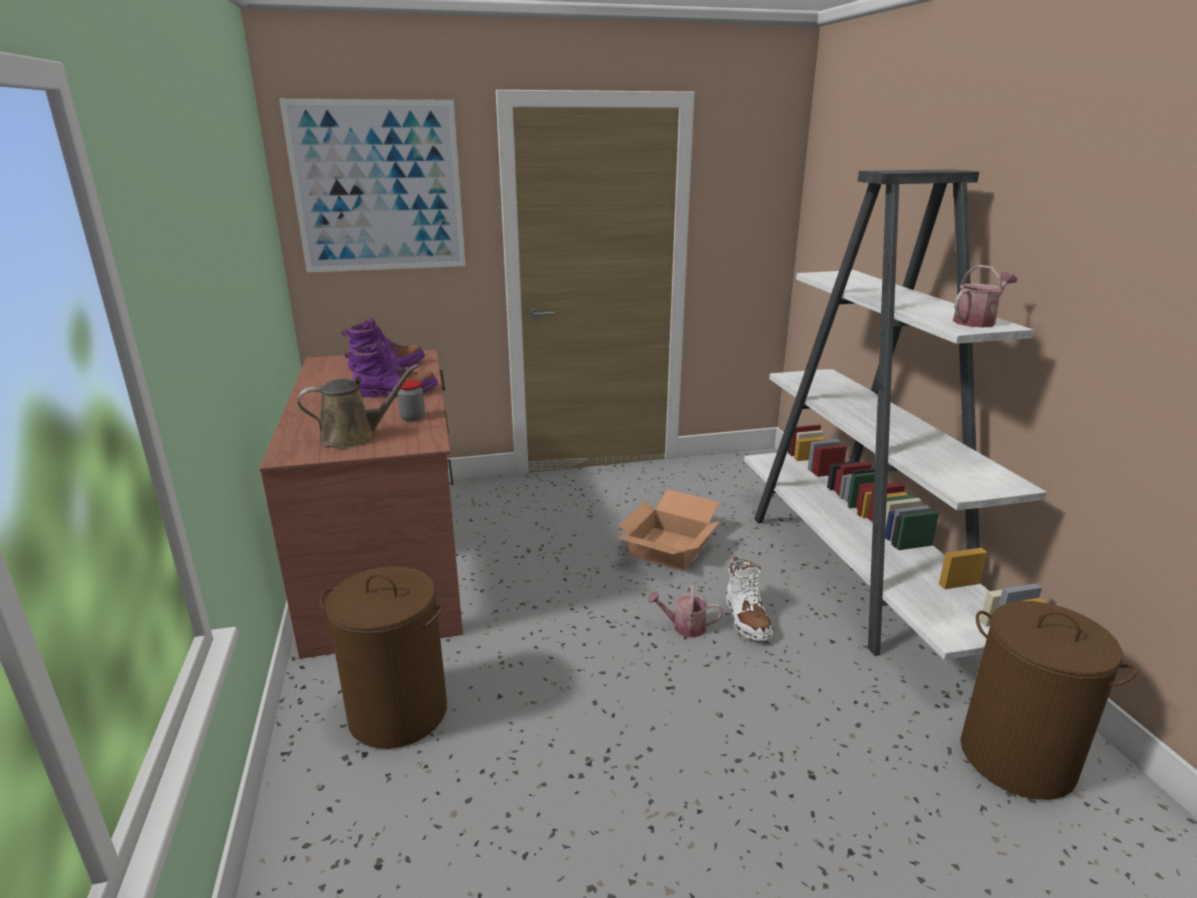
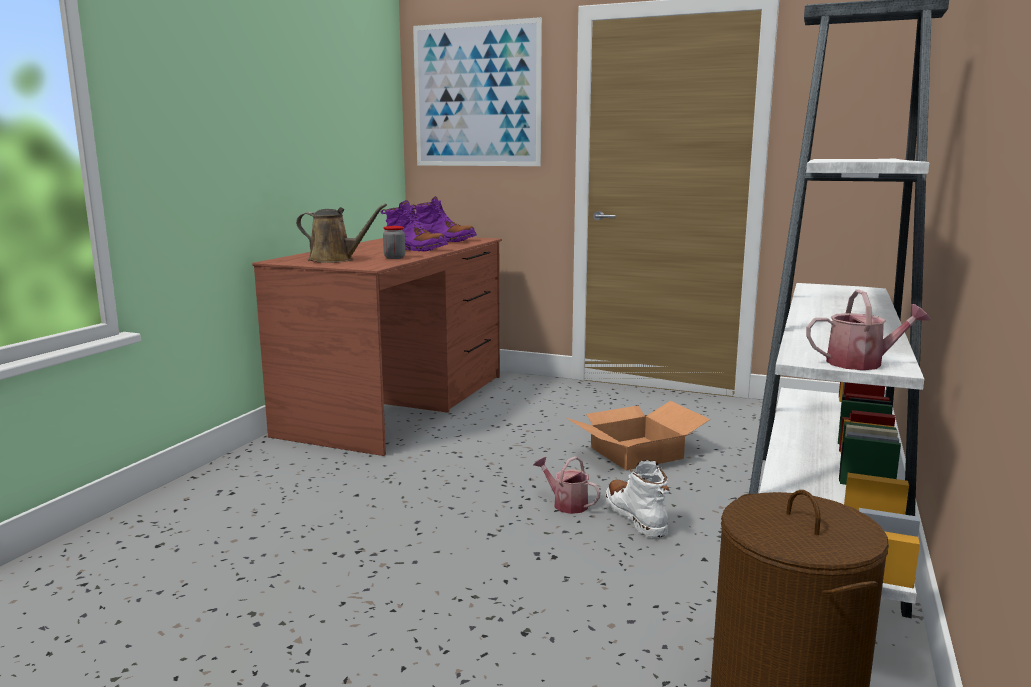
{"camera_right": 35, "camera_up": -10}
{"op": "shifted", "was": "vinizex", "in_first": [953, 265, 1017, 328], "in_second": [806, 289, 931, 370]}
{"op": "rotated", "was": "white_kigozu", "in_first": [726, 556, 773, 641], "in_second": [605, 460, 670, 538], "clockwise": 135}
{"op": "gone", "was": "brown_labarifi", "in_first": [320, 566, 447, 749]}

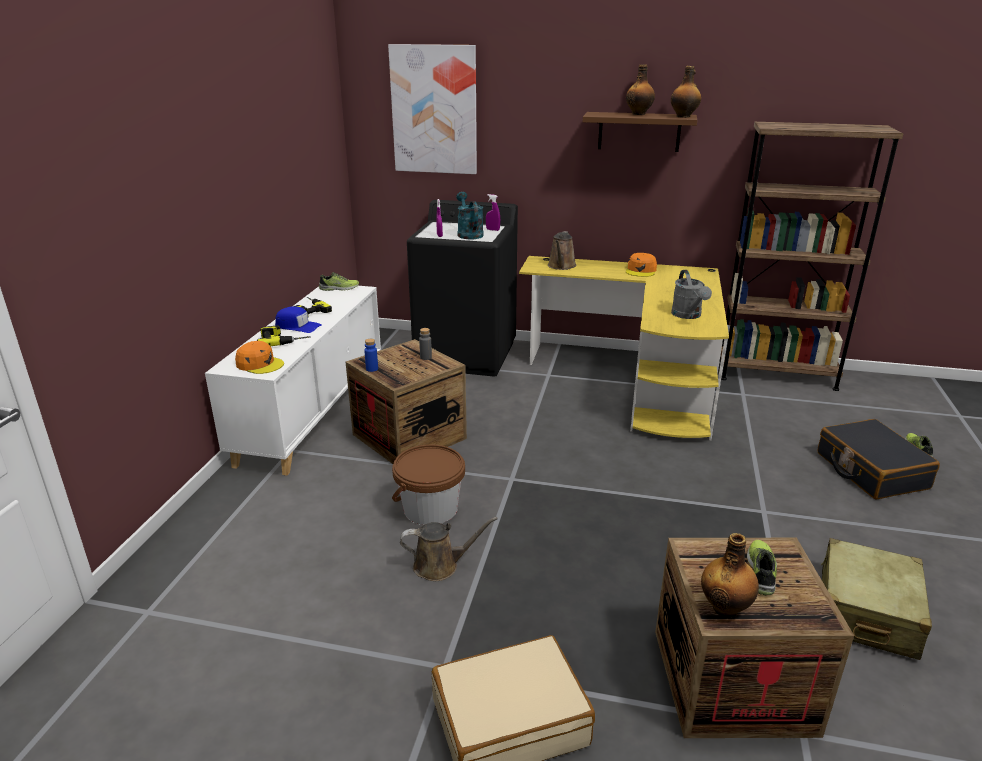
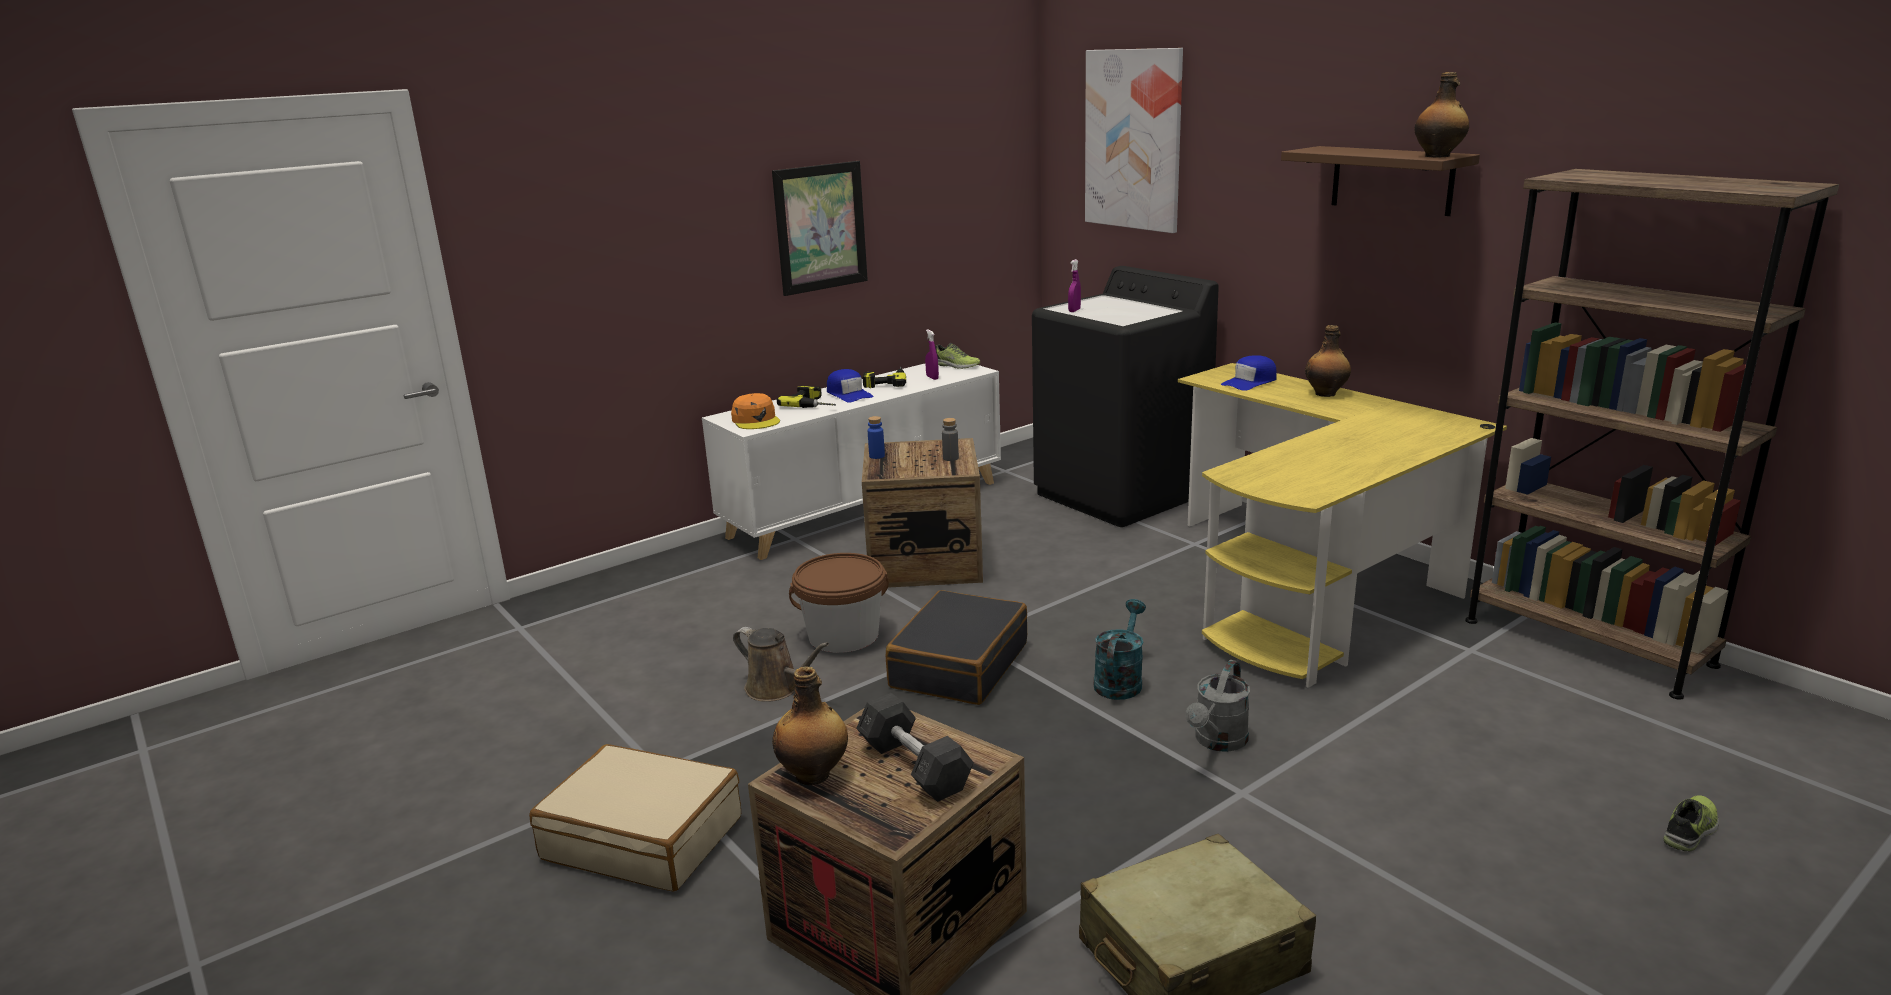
{"camera_right": 40, "camera_up": -5}
{"op": "shifted", "was": "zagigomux", "in_first": [626, 65, 655, 115], "in_second": [1305, 325, 1351, 397]}
{"op": "shifted", "was": "turquoise_vinizex", "in_first": [456, 192, 484, 239], "in_second": [1094, 599, 1146, 700]}
{"op": "shifted", "was": "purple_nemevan", "in_first": [486, 194, 500, 231], "in_second": [925, 329, 939, 380]}
{"op": "swapped", "was": "brown_vinizex", "now": "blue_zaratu", "in_first": [548, 231, 577, 270], "in_second": [1221, 355, 1277, 391]}
{"op": "gone", "was": "orange_zaratu", "in_first": [626, 253, 657, 277]}
{"op": "shifted", "was": "grey_vinizex", "in_first": [671, 270, 712, 319], "in_second": [1185, 660, 1250, 752]}
{"op": "shifted", "was": "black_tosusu", "in_first": [817, 419, 940, 499], "in_second": [886, 590, 1027, 705]}
{"op": "swapped", "was": "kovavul", "now": "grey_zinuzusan", "in_first": [747, 540, 777, 595], "in_second": [856, 693, 974, 802]}
{"op": "new", "now": "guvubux", "in_second": [772, 161, 868, 296]}

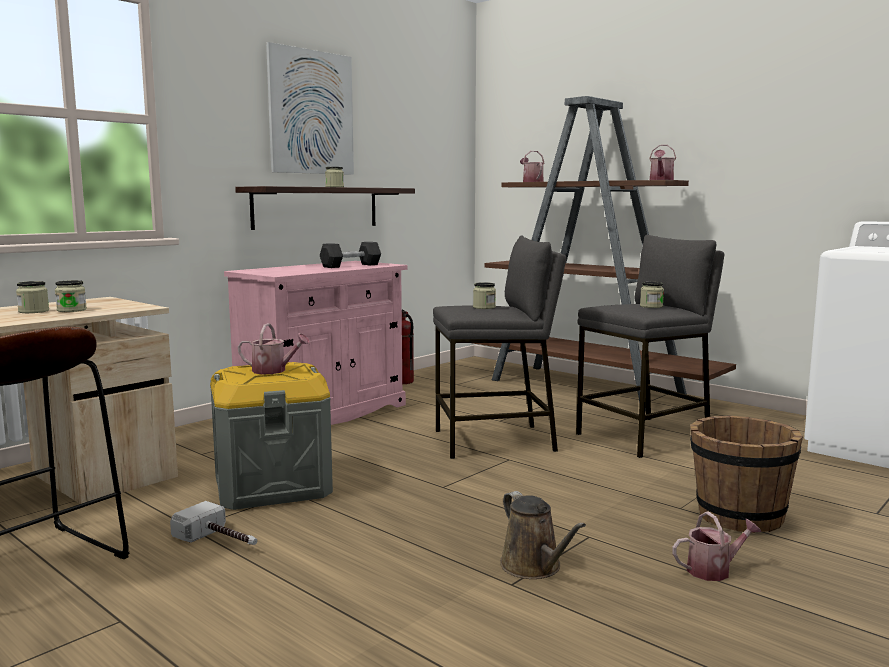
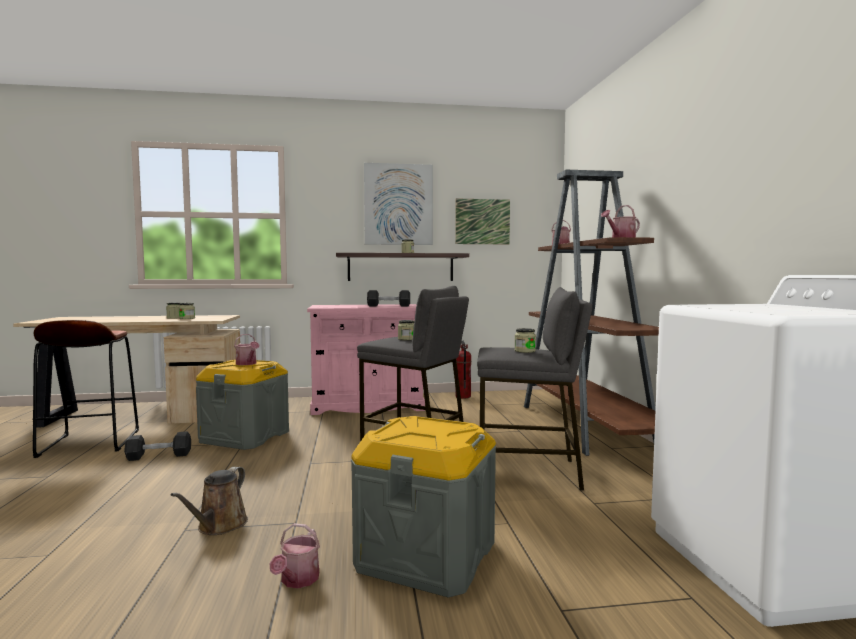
{"camera_right": 40, "camera_up": -5}
{"op": "swapped", "was": "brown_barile", "now": "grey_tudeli", "in_first": [690, 416, 803, 533], "in_second": [351, 416, 496, 598]}
{"op": "swapped", "was": "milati", "now": "black_zinuzusan", "in_first": [170, 501, 257, 545], "in_second": [124, 431, 191, 461]}
{"op": "rotated", "was": "vinizex", "in_first": [672, 511, 762, 581], "in_second": [269, 523, 320, 588], "clockwise": 75}
{"op": "new", "now": "guvubux", "in_second": [455, 199, 510, 245]}

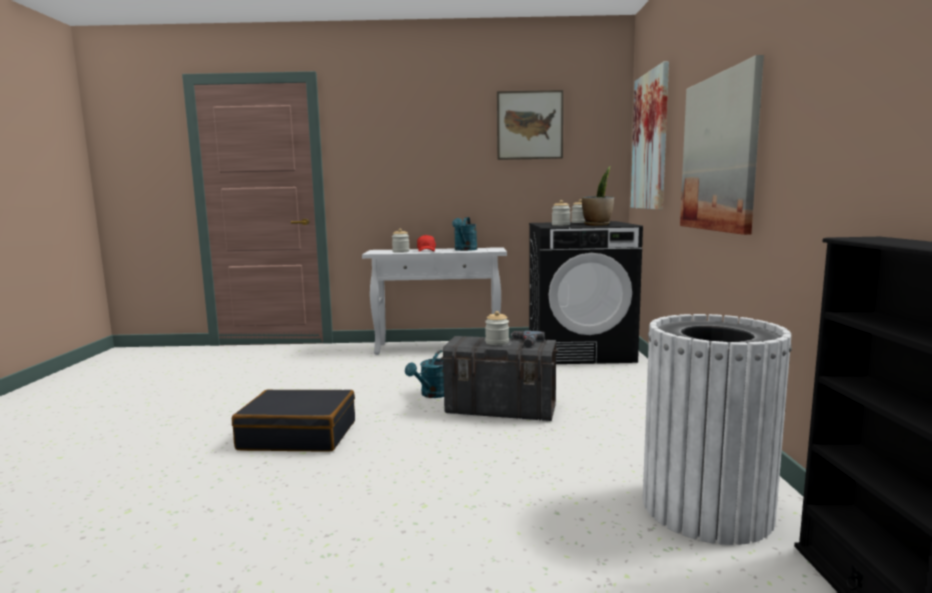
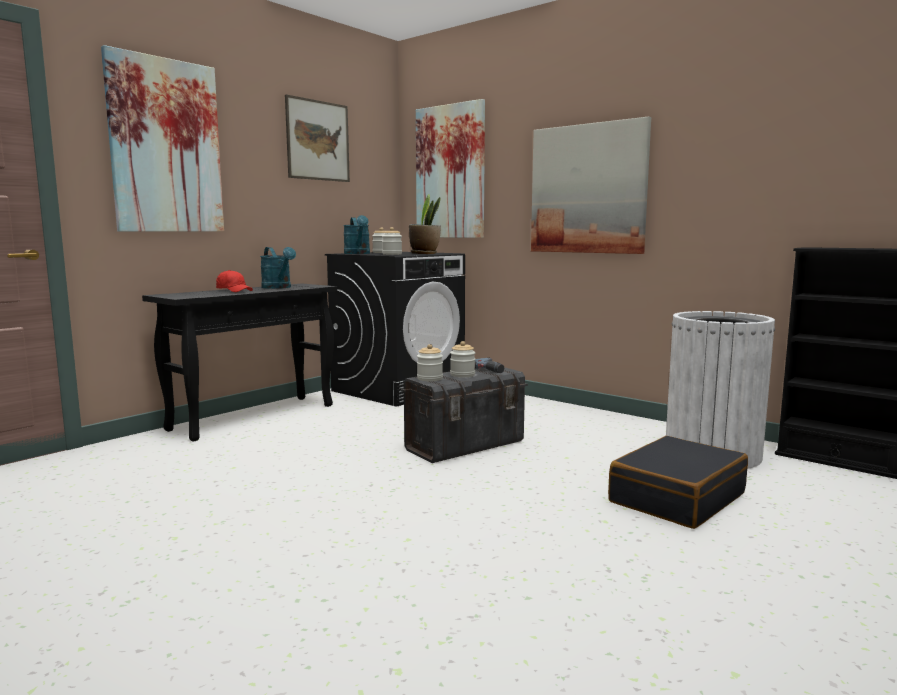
{"camera_right": -50, "camera_up": 0}
{"op": "shifted", "was": "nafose", "in_first": [392, 228, 410, 253], "in_second": [417, 344, 443, 381]}
{"op": "repainted", "was": "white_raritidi", "now": "black_raritidi", "in_first": [362, 247, 507, 355], "in_second": [142, 284, 337, 442]}
{"op": "shifted", "was": "turquoise_vinizex", "in_first": [405, 350, 444, 398], "in_second": [343, 215, 370, 254]}
{"op": "shifted", "was": "black_tosusu", "in_first": [232, 389, 355, 451], "in_second": [608, 436, 748, 529]}
{"op": "new", "now": "guvubux", "in_second": [101, 45, 224, 232]}

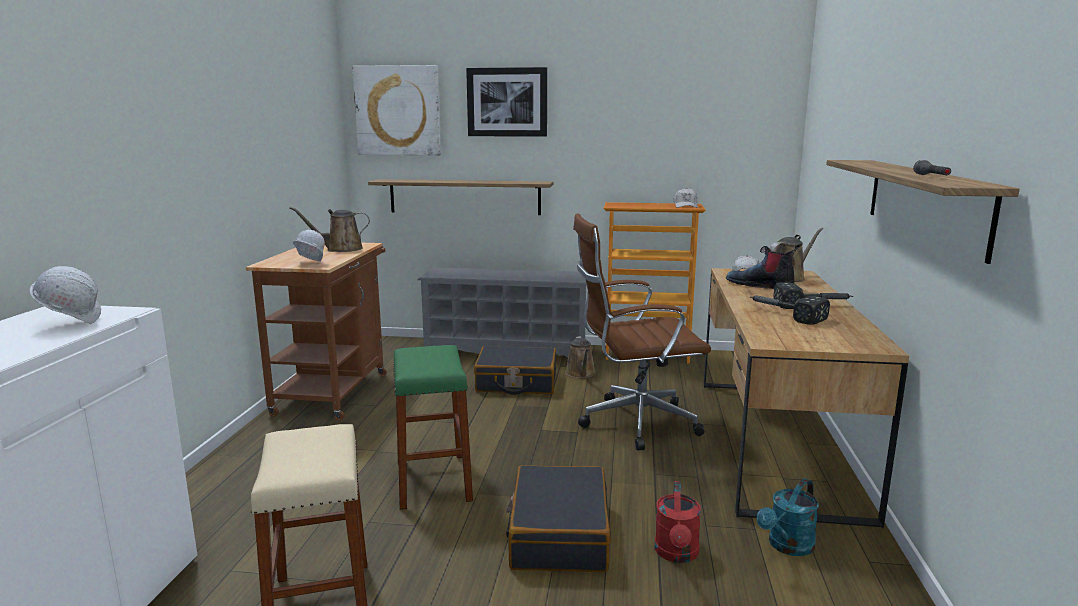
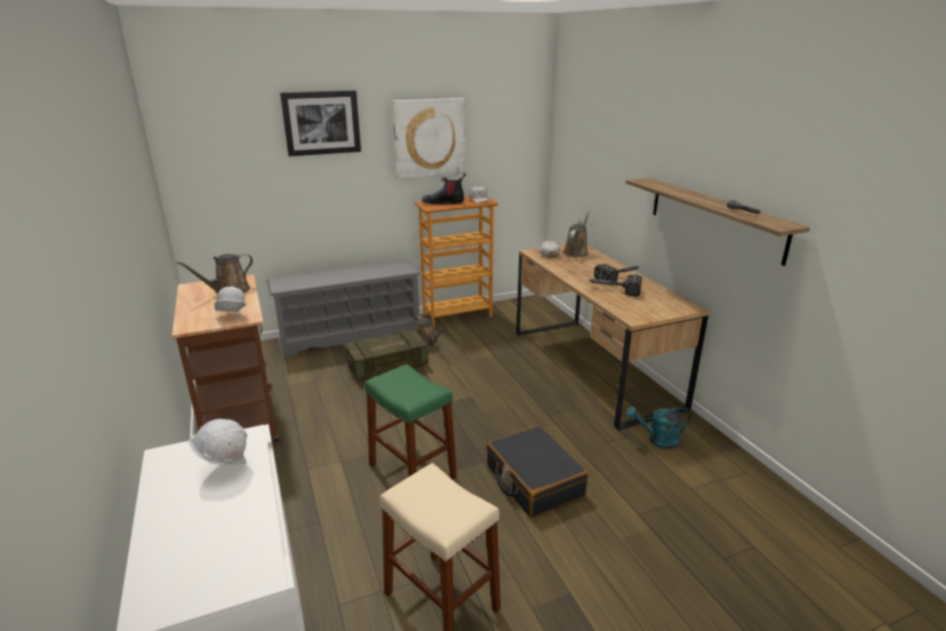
{"camera_right": -30, "camera_up": 10}
{"op": "shifted", "was": "guvubux", "in_first": [352, 65, 441, 156], "in_second": [392, 98, 465, 179]}
{"op": "gone", "was": "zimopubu", "in_first": [368, 179, 554, 215]}
{"op": "gone", "was": "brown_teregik", "in_first": [573, 213, 711, 451]}
{"op": "shifted", "was": "kigozu", "in_first": [726, 244, 801, 289], "in_second": [421, 174, 466, 204]}
{"op": "swapped", "was": "black_tosusu", "now": "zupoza", "in_first": [474, 346, 556, 395], "in_second": [345, 329, 429, 381]}
{"op": "rotated", "was": "turquoise_vinizex", "in_first": [756, 478, 819, 556], "in_second": [626, 406, 691, 449], "clockwise": 75}
{"op": "gone", "was": "red_vinizex", "in_first": [655, 481, 701, 563]}

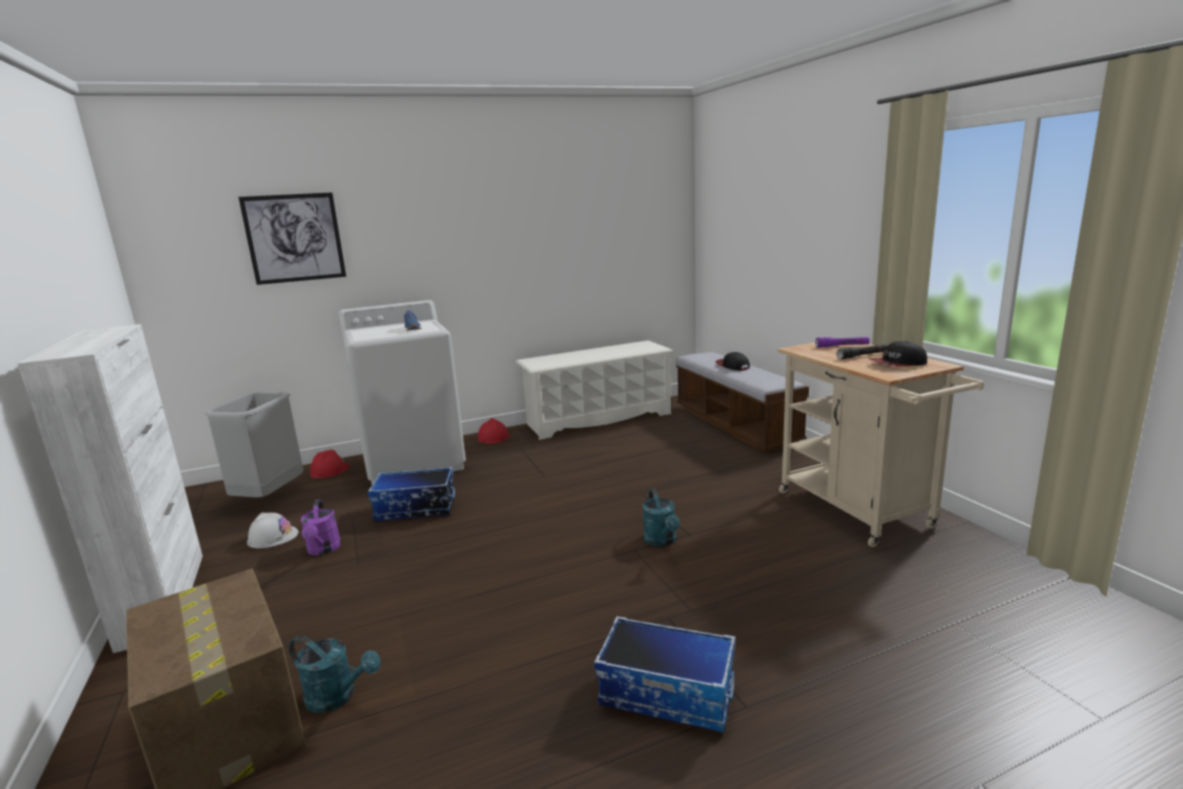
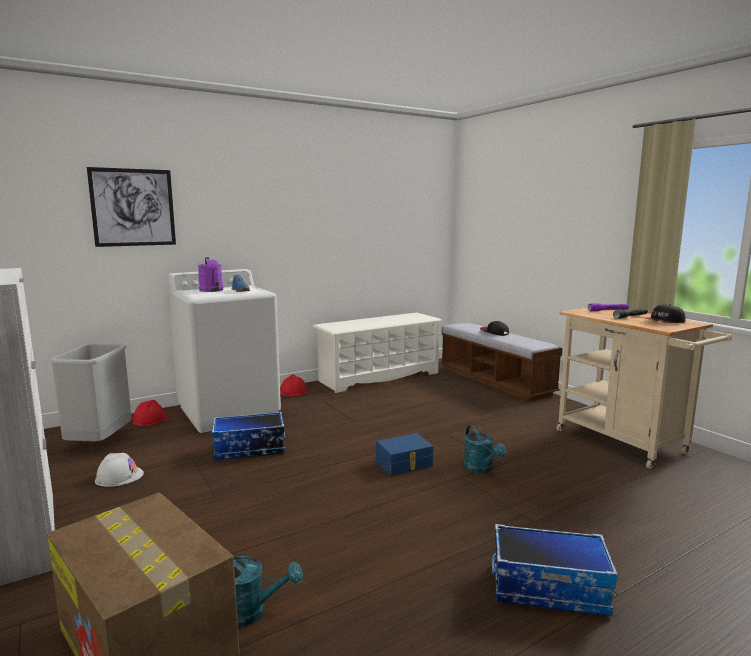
{"camera_right": -10, "camera_up": -5}
{"op": "shifted", "was": "purple_vinizex", "in_first": [300, 499, 341, 555], "in_second": [198, 257, 223, 292]}
{"op": "new", "now": "blue_tudeli", "in_second": [376, 433, 433, 476]}

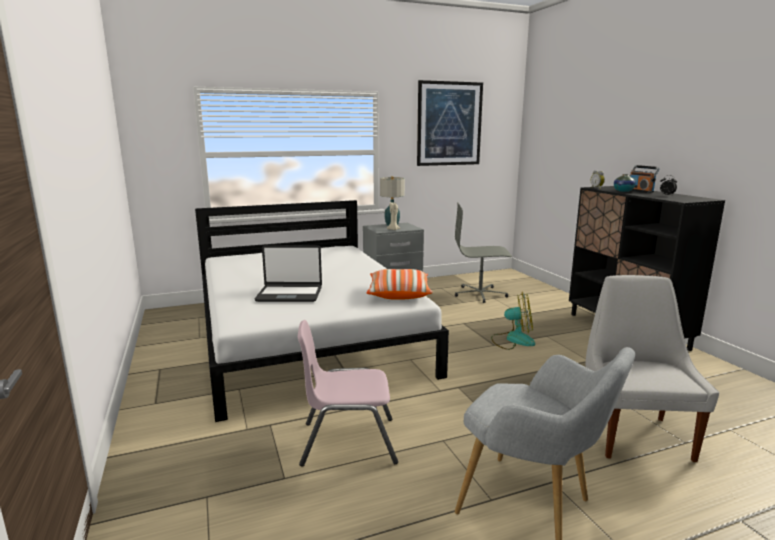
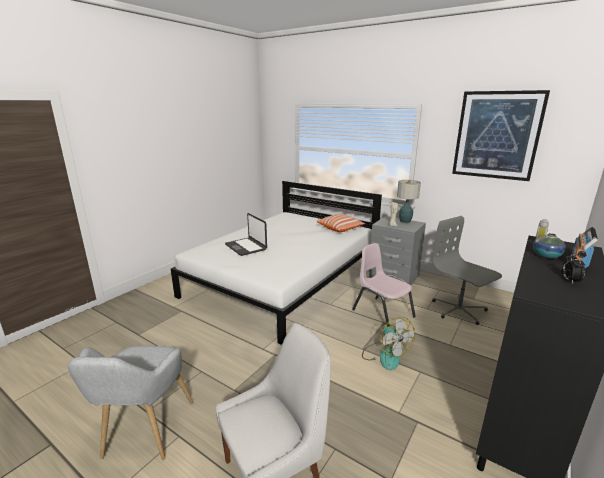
{"camera_right": 55, "camera_up": 5}
{"op": "shifted", "was": "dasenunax", "in_first": [366, 269, 433, 300], "in_second": [317, 214, 365, 232]}
{"op": "shifted", "was": "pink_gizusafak", "in_first": [298, 320, 398, 466], "in_second": [352, 243, 416, 327]}

